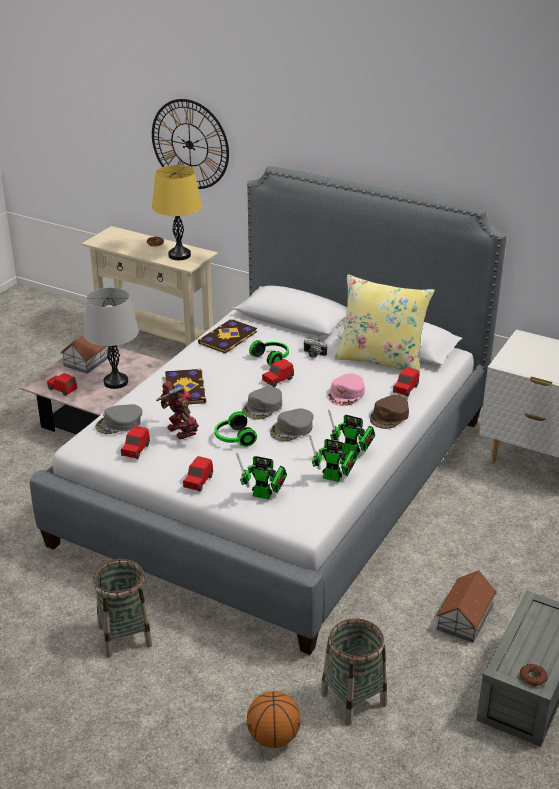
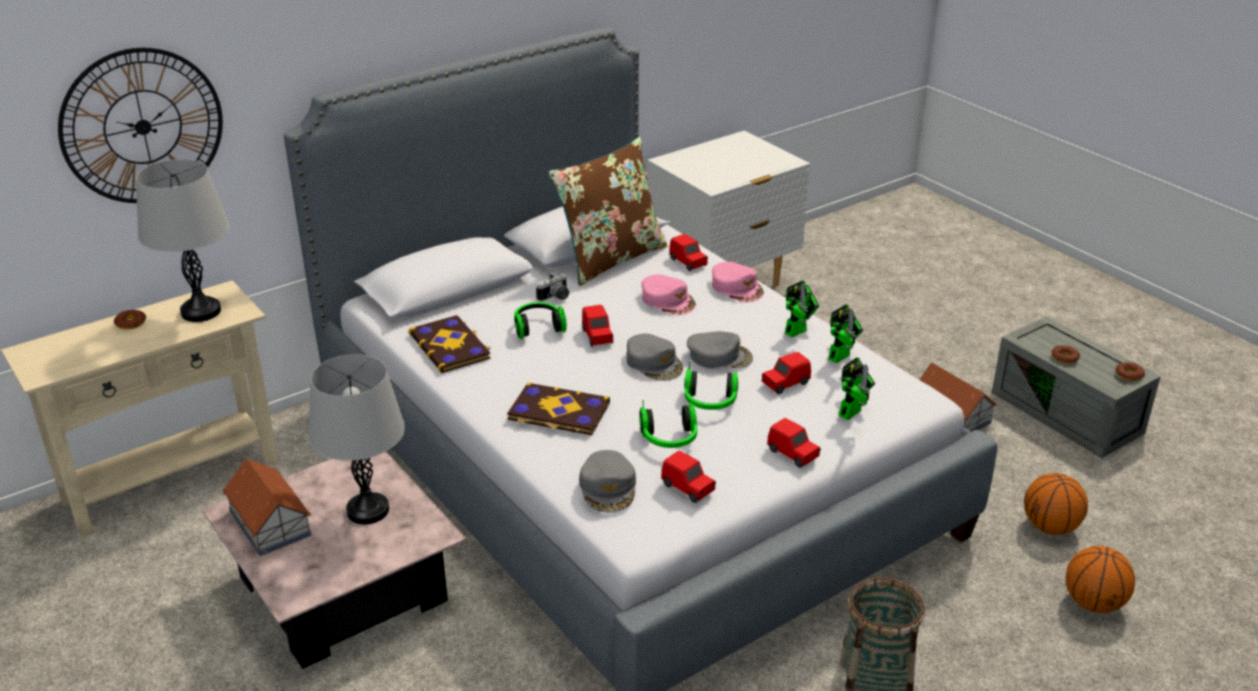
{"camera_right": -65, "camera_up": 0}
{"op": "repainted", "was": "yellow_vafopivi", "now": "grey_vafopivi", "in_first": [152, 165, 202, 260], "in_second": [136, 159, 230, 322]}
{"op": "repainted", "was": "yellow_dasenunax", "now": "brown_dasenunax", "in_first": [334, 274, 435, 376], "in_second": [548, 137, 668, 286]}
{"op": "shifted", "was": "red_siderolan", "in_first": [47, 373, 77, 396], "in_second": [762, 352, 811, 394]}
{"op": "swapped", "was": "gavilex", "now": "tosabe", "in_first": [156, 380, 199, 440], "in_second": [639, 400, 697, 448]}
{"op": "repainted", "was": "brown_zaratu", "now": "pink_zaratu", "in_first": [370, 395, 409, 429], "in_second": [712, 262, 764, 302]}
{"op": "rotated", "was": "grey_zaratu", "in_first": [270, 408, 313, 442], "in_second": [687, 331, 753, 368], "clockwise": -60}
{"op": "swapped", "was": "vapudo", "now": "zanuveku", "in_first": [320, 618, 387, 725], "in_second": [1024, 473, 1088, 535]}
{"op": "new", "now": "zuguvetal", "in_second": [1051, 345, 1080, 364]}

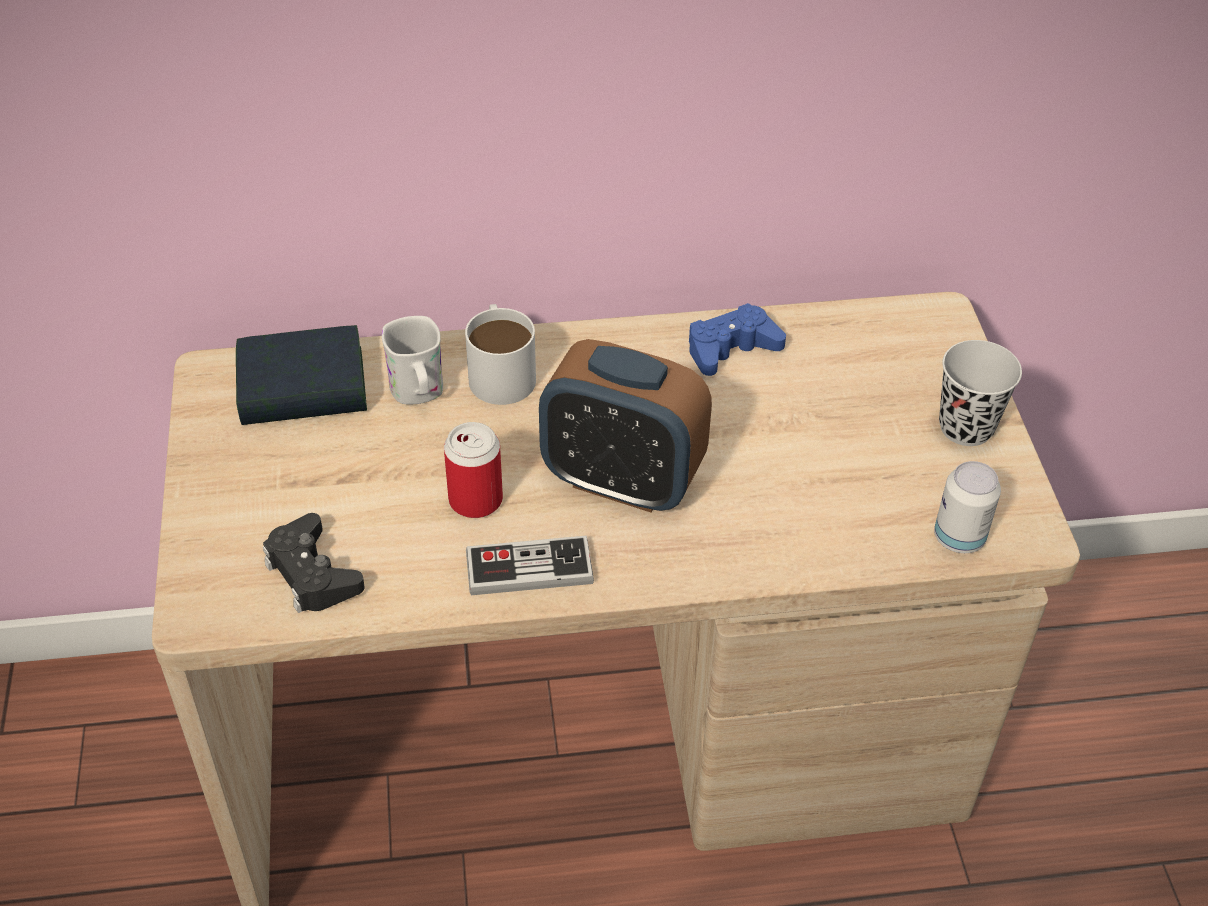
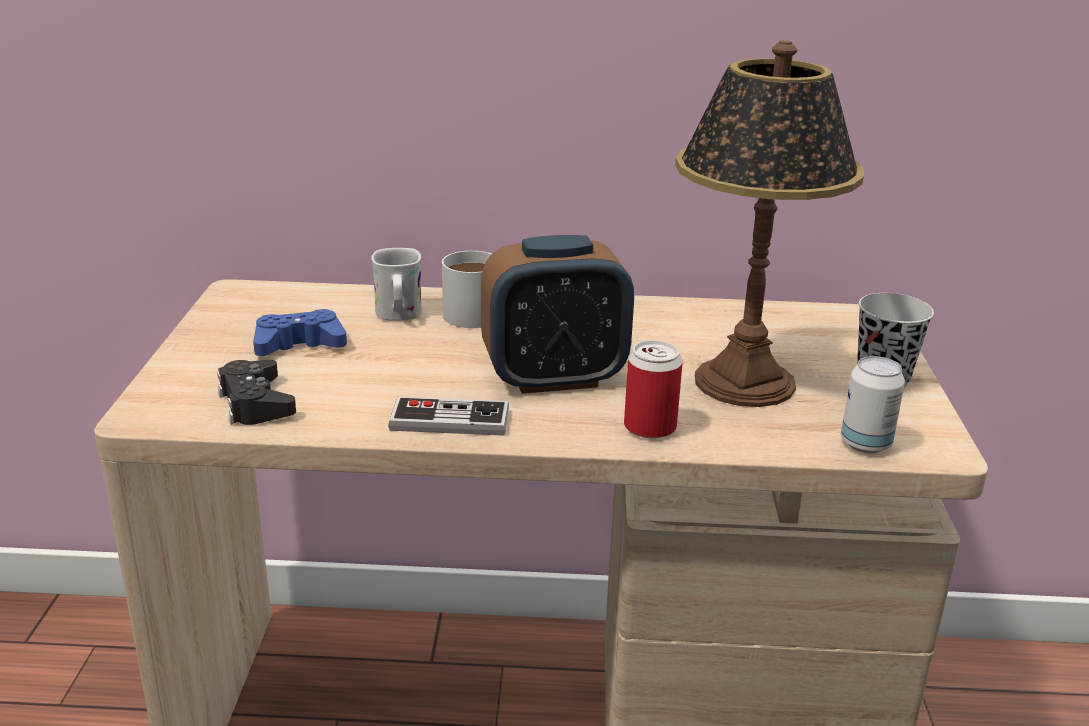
{"camera_right": 10, "camera_up": -20}
{"op": "shifted", "was": "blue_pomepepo", "in_first": [689, 303, 786, 376], "in_second": [253, 309, 347, 356]}
{"op": "gone", "was": "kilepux", "in_first": [236, 325, 367, 425]}
{"op": "rotated", "was": "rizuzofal", "in_first": [539, 339, 712, 513], "in_second": [481, 235, 634, 394], "clockwise": -45}
{"op": "shifted", "was": "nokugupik", "in_first": [444, 422, 503, 518], "in_second": [624, 340, 683, 439]}
{"op": "new", "now": "vafopivi", "in_second": [675, 40, 864, 407]}

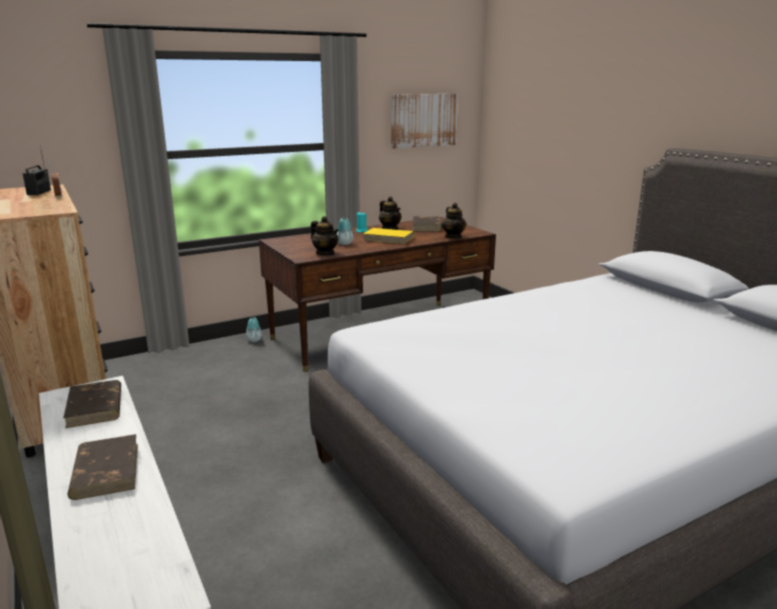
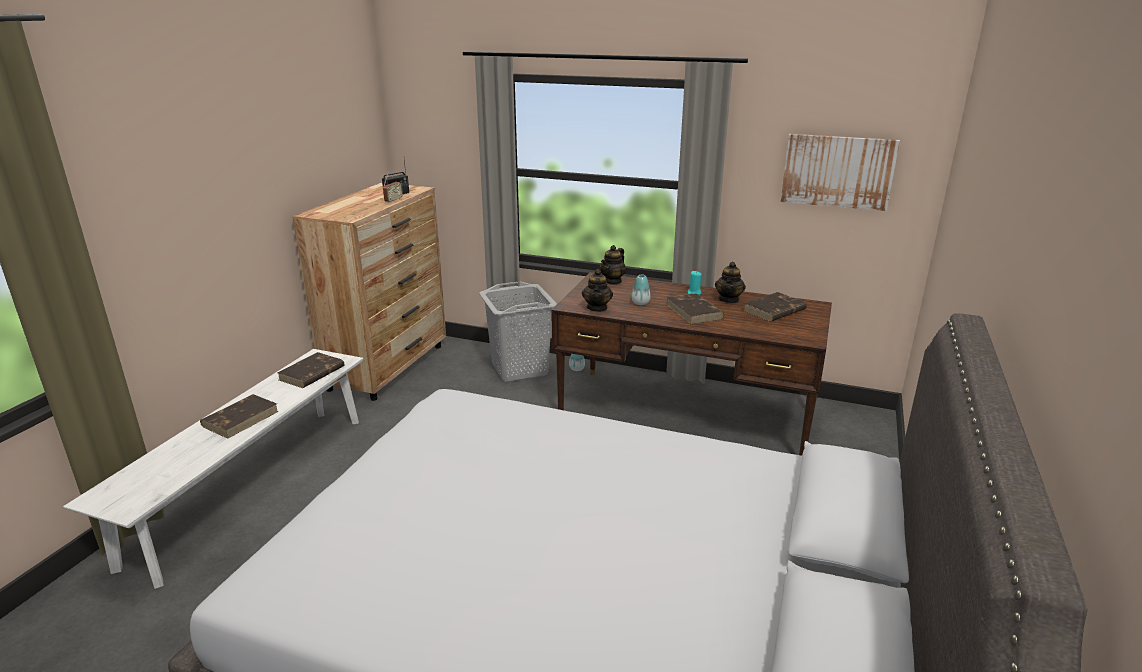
{"camera_right": 50, "camera_up": 5}
{"op": "shifted", "was": "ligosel", "in_first": [442, 203, 467, 239], "in_second": [600, 245, 626, 285]}
{"op": "repainted", "was": "yellow_kilepux", "now": "brown_kilepux", "in_first": [363, 228, 414, 244], "in_second": [667, 293, 724, 324]}
{"op": "new", "now": "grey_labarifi", "in_second": [479, 281, 557, 382]}

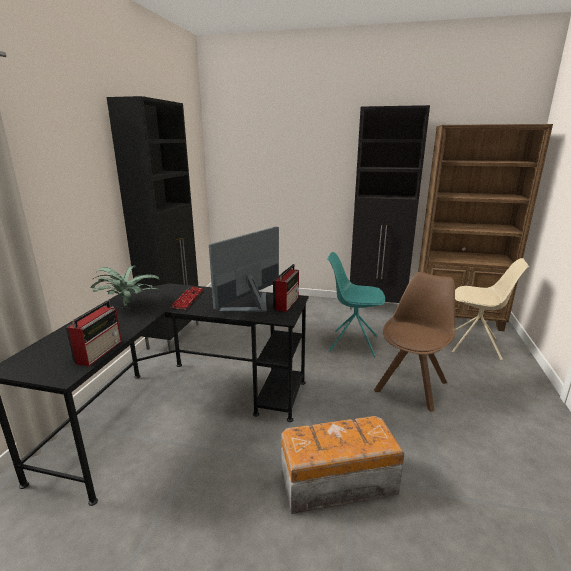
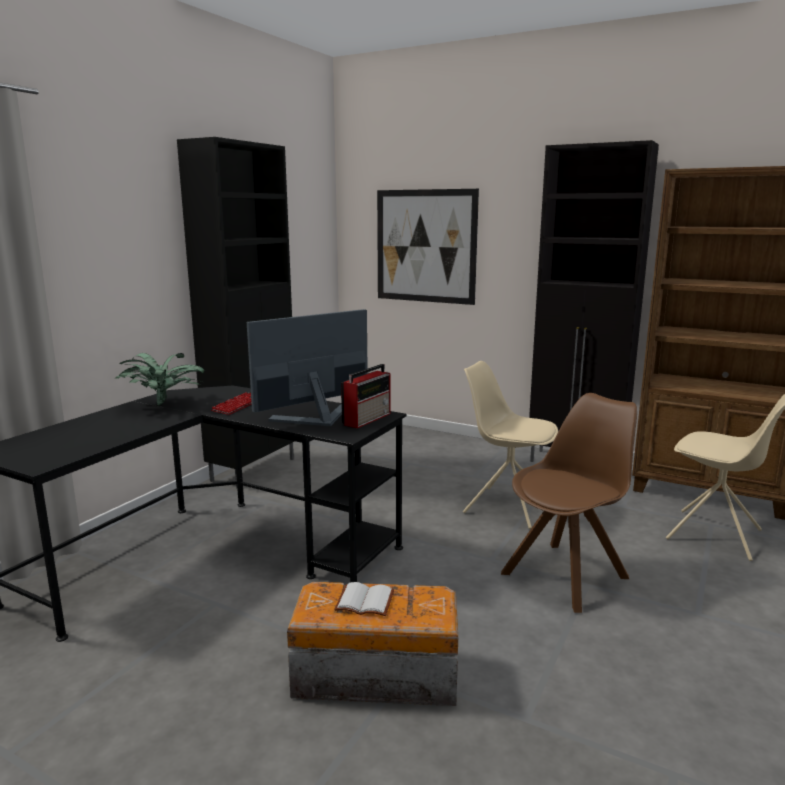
{"camera_right": 15, "camera_up": -5}
{"op": "repainted", "was": "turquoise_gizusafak", "now": "beige_gizusafak", "in_first": [327, 252, 385, 357], "in_second": [463, 361, 558, 529]}
{"op": "gone", "was": "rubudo", "in_first": [66, 300, 122, 366]}
{"op": "new", "now": "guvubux", "in_second": [377, 189, 479, 305]}
{"op": "new", "now": "white_kilepux", "in_second": [334, 582, 394, 616]}

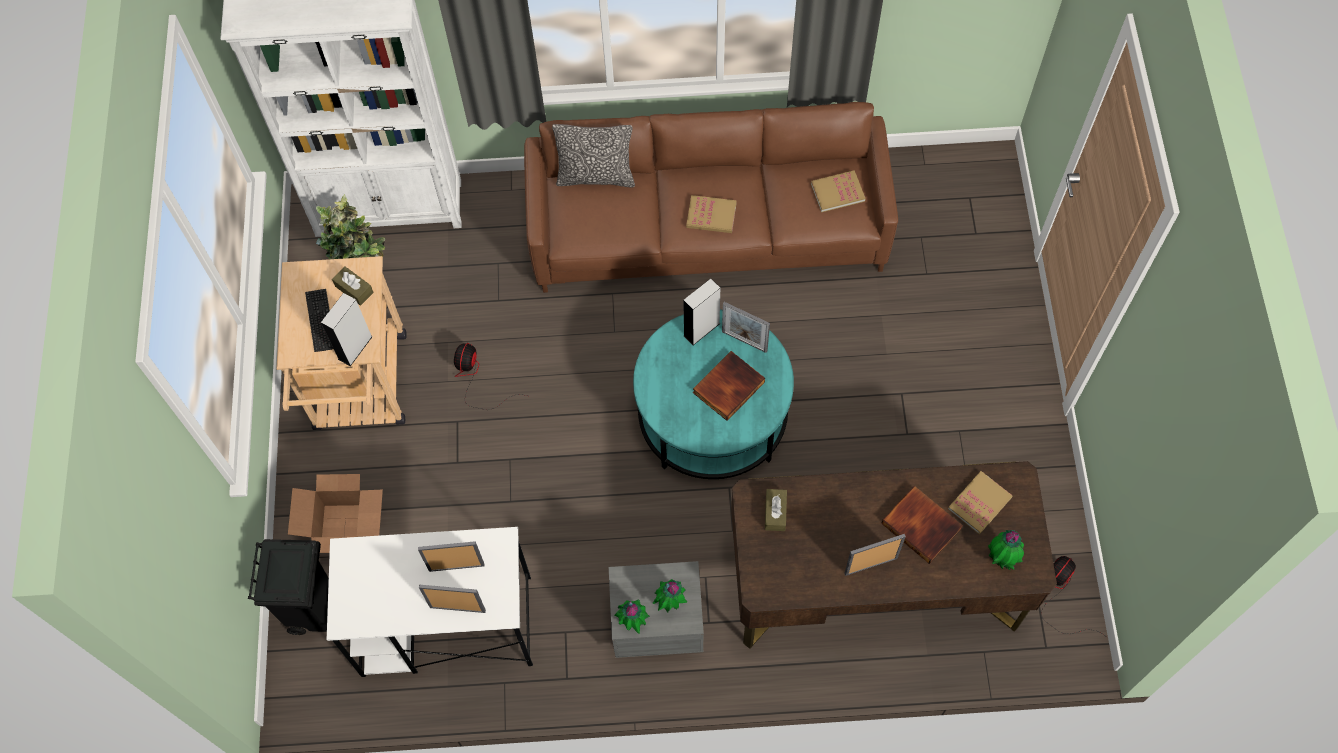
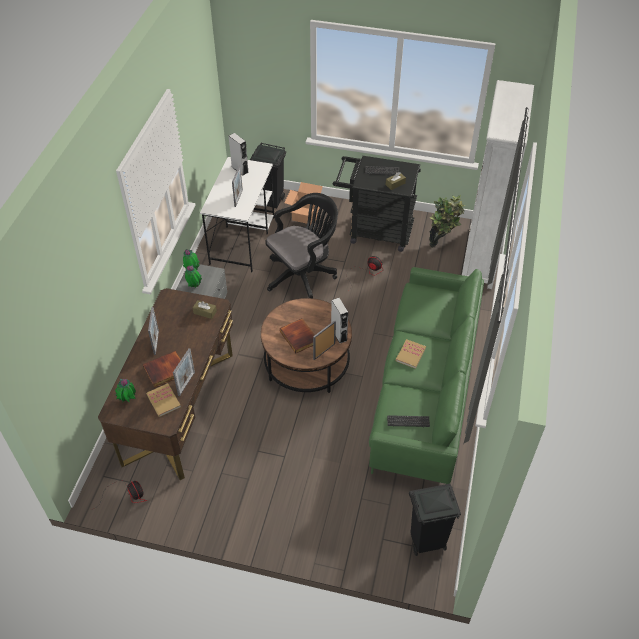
{"camera_right": 105, "camera_up": -15}
{"op": "repainted", "was": "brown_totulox", "now": "green_totulox", "in_first": [524, 102, 898, 293], "in_second": [369, 267, 484, 484]}
{"op": "gone", "was": "dasenunax", "in_first": [552, 124, 635, 188]}
{"op": "swapped", "was": "kilepux", "now": "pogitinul", "in_first": [811, 170, 866, 213], "in_second": [387, 415, 430, 427]}
{"op": "repainted", "was": "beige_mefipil", "now": "black_mefipil", "in_first": [276, 256, 407, 430], "in_second": [333, 156, 421, 252]}
{"op": "shifted", "was": "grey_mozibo", "in_first": [321, 293, 373, 366], "in_second": [229, 133, 249, 176]}
{"op": "repainted", "was": "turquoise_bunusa", "now": "brown_bunusa", "in_first": [633, 309, 794, 479], "in_second": [261, 298, 352, 393]}
{"op": "shifted", "was": "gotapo", "in_first": [419, 585, 486, 613], "in_second": [173, 348, 195, 396]}
{"op": "new", "now": "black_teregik", "in_second": [265, 193, 338, 298]}
{"op": "new", "now": "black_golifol", "in_second": [409, 484, 461, 556]}

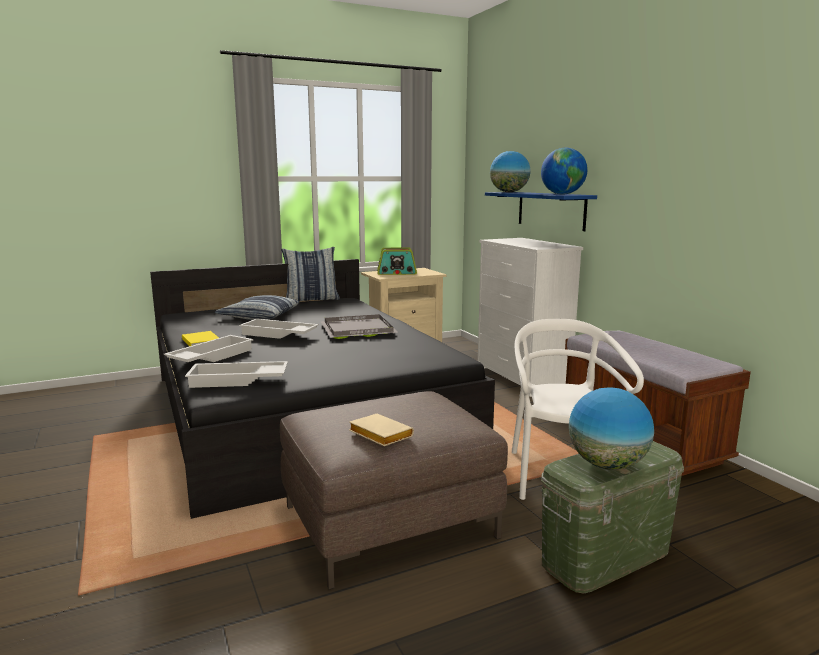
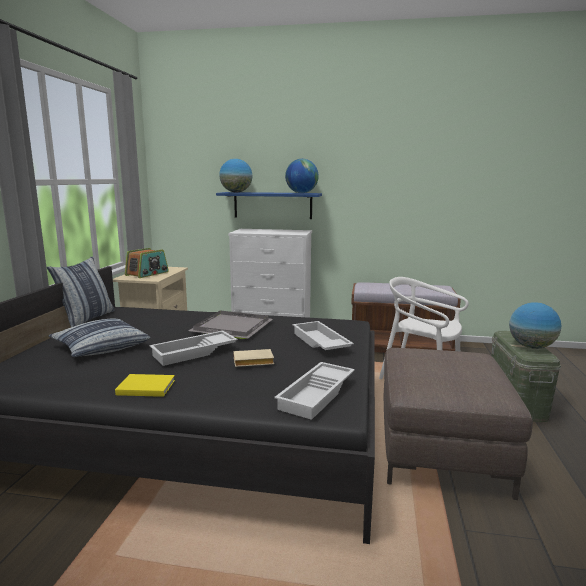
{"camera_right": -55, "camera_up": 0}
{"op": "shifted", "was": "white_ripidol", "in_first": [164, 335, 254, 362], "in_second": [293, 321, 354, 350]}
{"op": "shifted", "was": "beige_kilepux", "in_first": [349, 414, 414, 446], "in_second": [233, 349, 274, 367]}

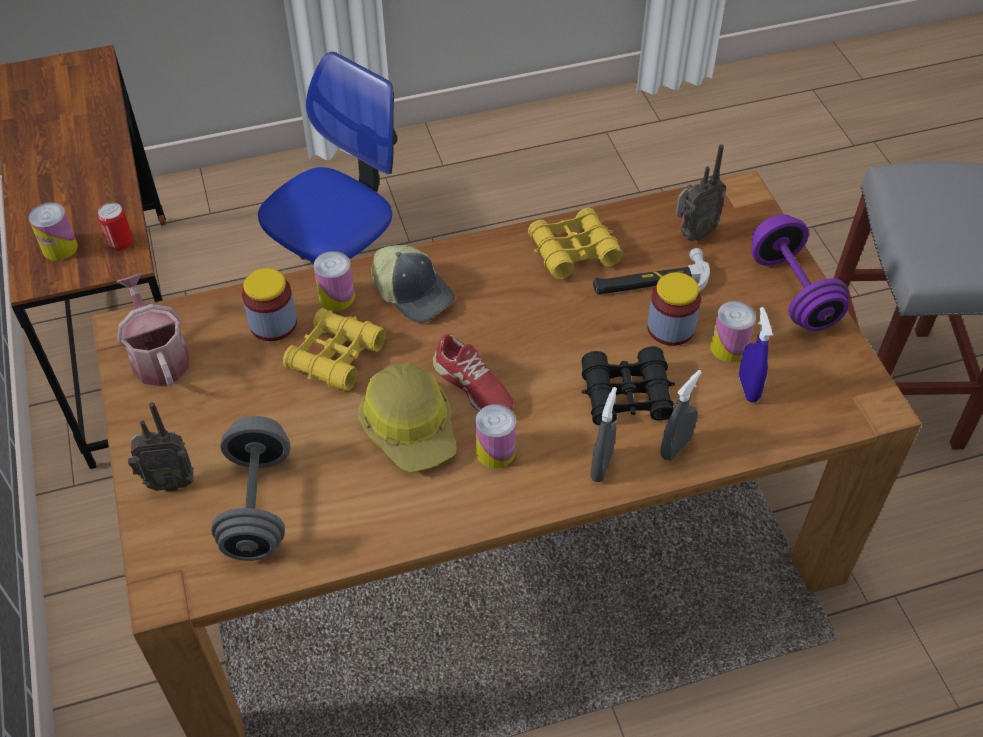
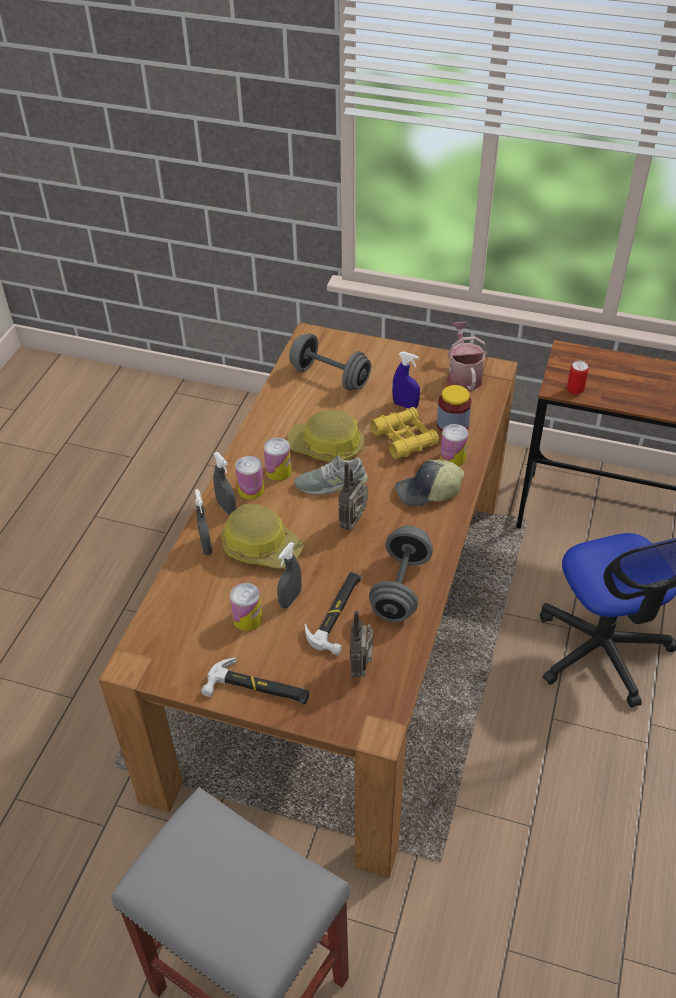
{"camera_right": 125, "camera_up": -5}
{"op": "shifted", "was": "nokugupik", "in_first": [28, 202, 78, 261], "in_second": [235, 456, 264, 500]}
{"op": "swapped", "was": "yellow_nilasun", "now": "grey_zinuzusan", "in_first": [528, 208, 623, 279], "in_second": [369, 526, 433, 622]}
{"op": "swapped", "was": "purple_zinuzusan", "now": "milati", "in_first": [751, 214, 849, 331], "in_second": [201, 658, 309, 705]}
{"op": "swapped", "was": "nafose", "now": "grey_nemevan", "in_first": [647, 272, 701, 346], "in_second": [277, 542, 302, 609]}
{"op": "rotated", "was": "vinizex", "in_first": [116, 273, 189, 387], "in_second": [447, 322, 488, 391], "clockwise": -105}
{"op": "shifted", "was": "blue_nemevan", "in_first": [739, 307, 773, 403], "in_second": [392, 352, 420, 409]}
{"op": "repainted", "was": "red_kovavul", "now": "grey_kovavul", "in_first": [433, 334, 514, 412], "in_second": [294, 456, 368, 495]}
{"op": "swapped", "was": "black_nilasun", "now": "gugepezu", "in_first": [581, 346, 675, 425], "in_second": [221, 504, 304, 569]}
{"op": "shifted", "was": "rubudo", "in_first": [128, 402, 194, 492], "in_second": [338, 462, 368, 530]}

